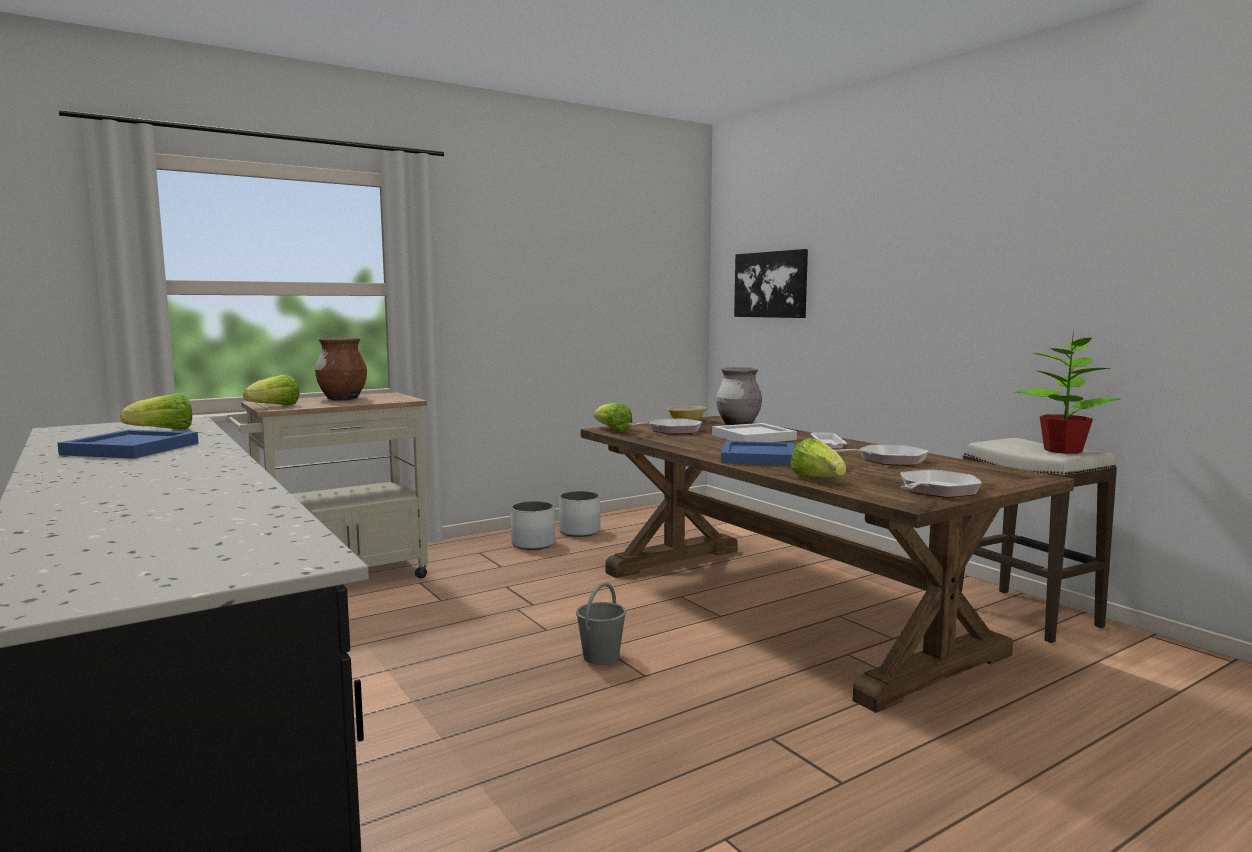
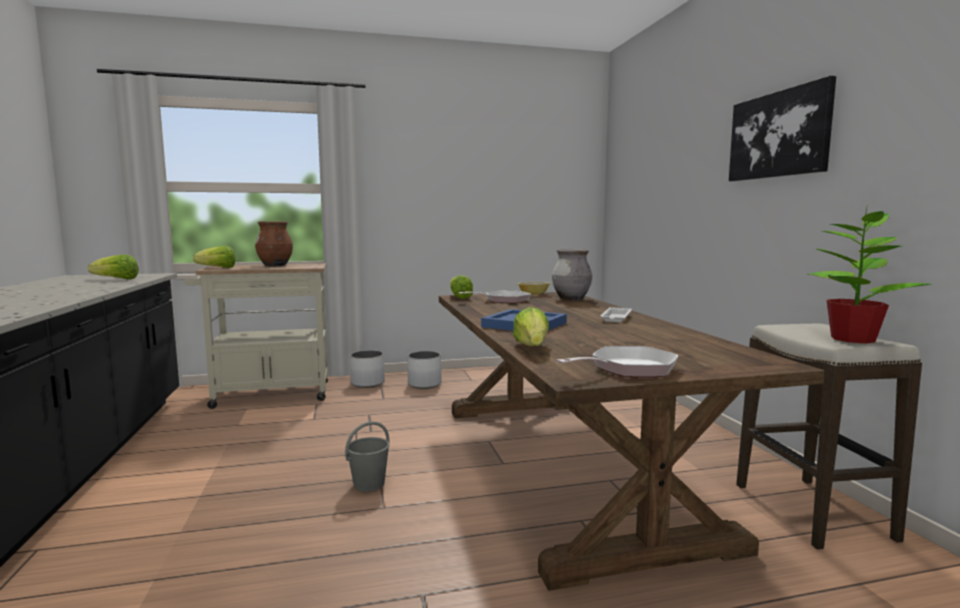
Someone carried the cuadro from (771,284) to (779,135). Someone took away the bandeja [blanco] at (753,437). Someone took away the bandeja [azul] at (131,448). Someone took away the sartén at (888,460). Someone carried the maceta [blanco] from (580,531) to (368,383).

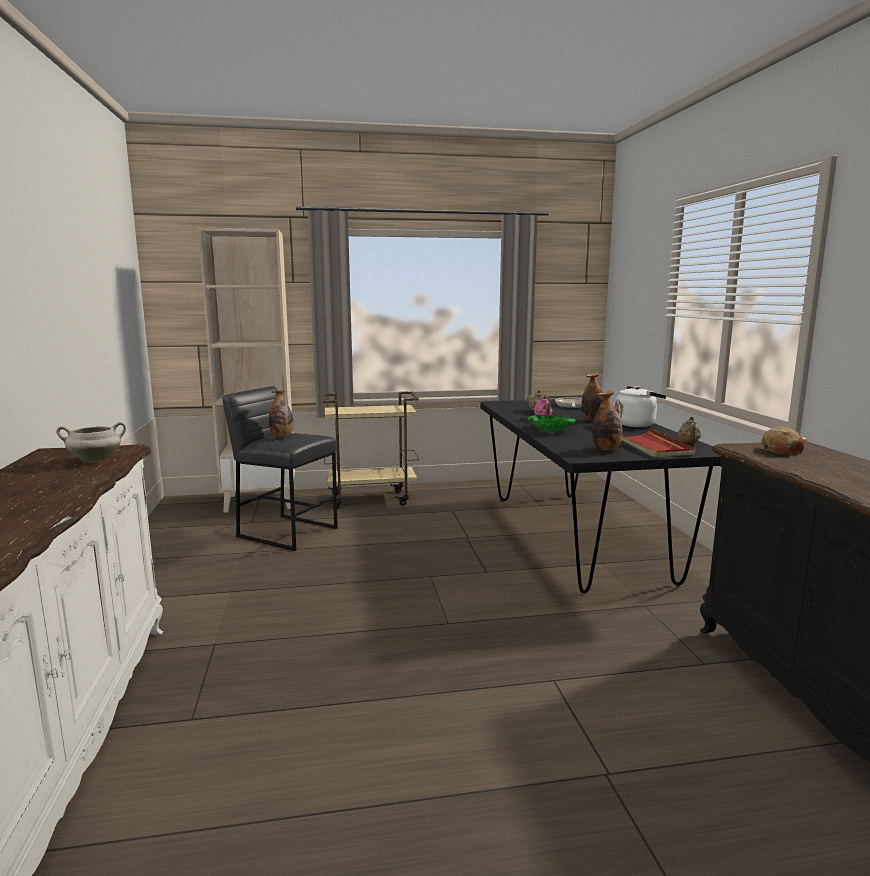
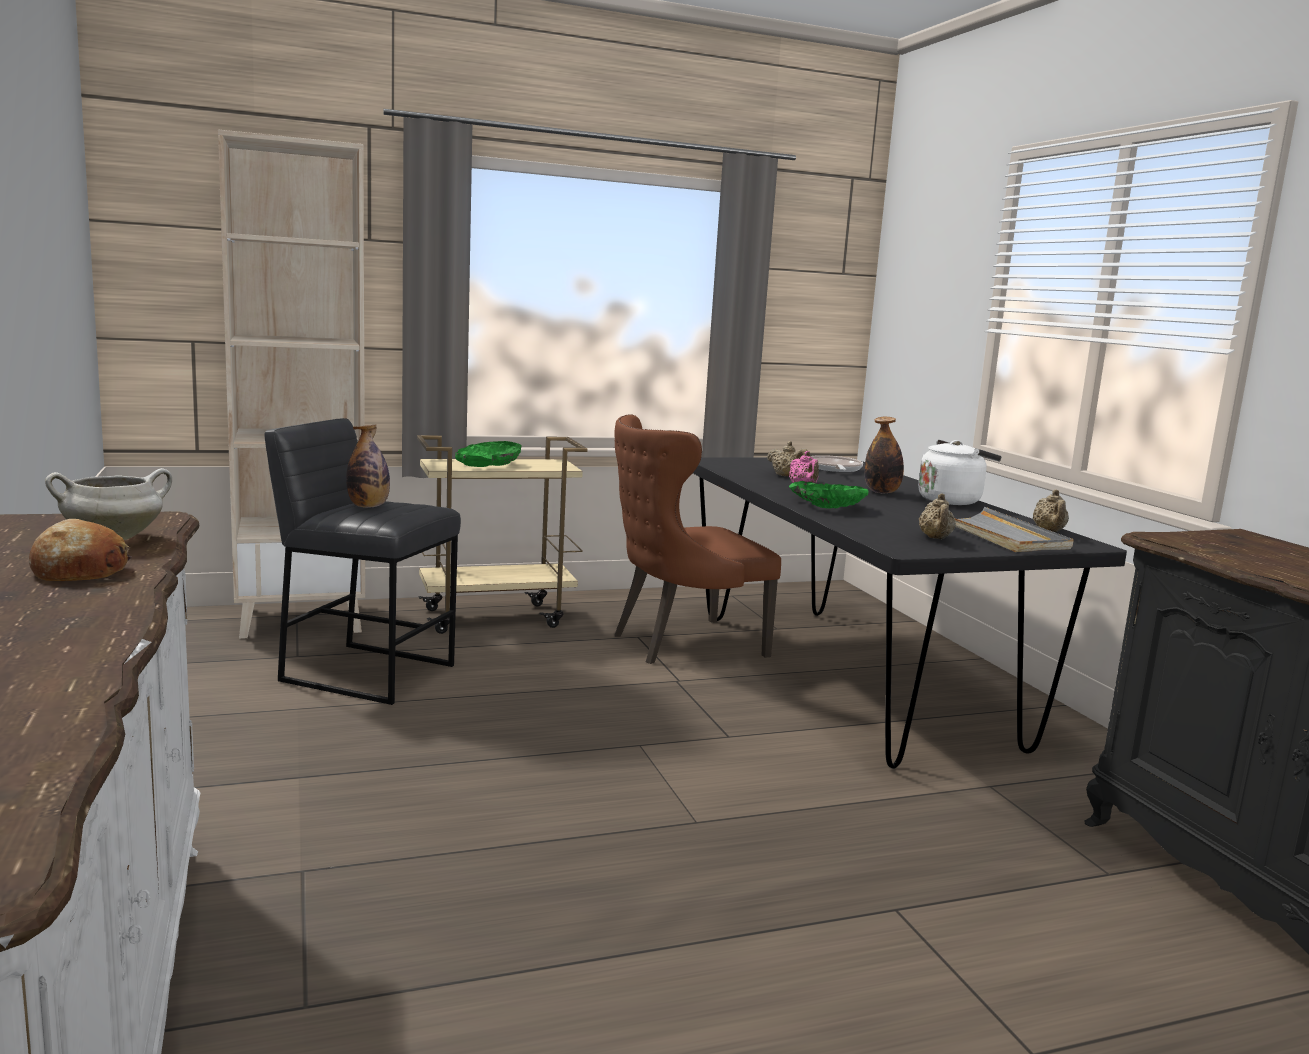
Someone swapped the botella at (606,449) for the tetera [beis] at (935,538). Someone carried the pan from (781,450) to (79,571). Someone repainted the bandeja [rojo] at (651,446), which became the bandeja [gris] at (997,535). Someone put down the silla [marrón] at (681,643). Someone put down the cuenco [verde] at (488,464).

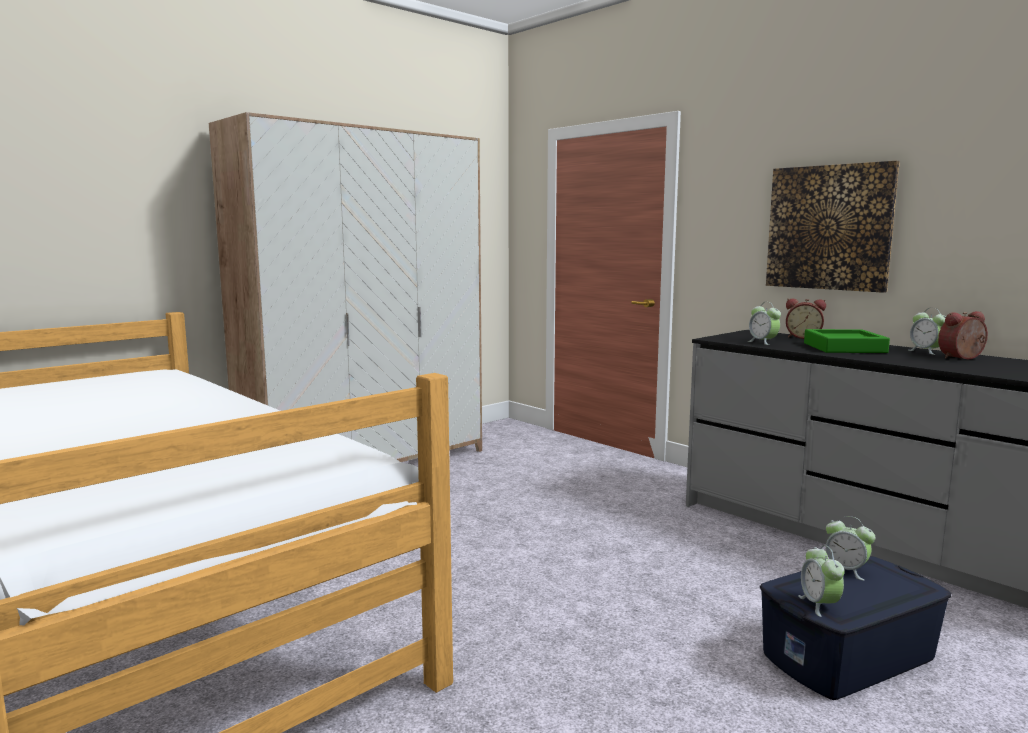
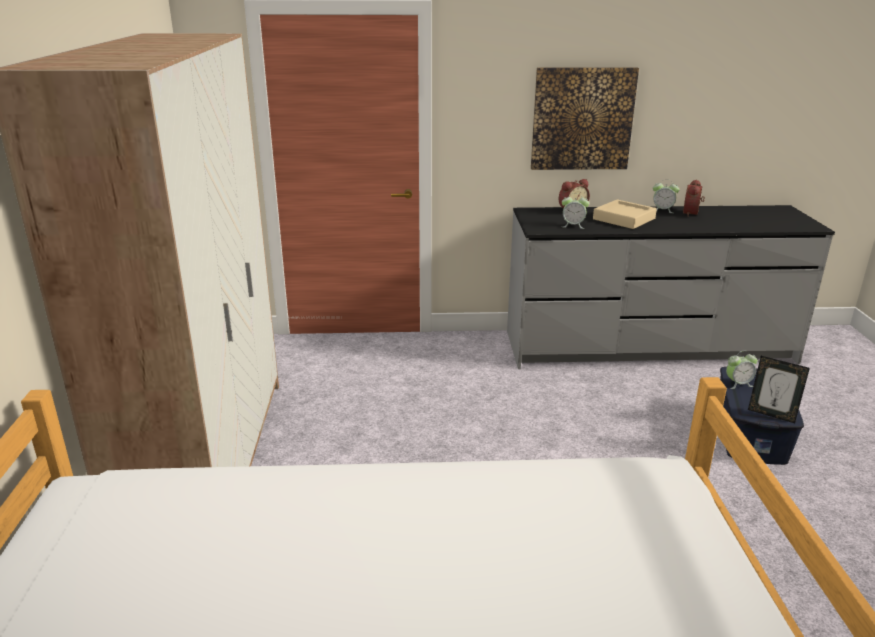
Someone repainted the bandeja [verde] at (844,348), which became the bandeja [beis] at (624,219). Someone swapped the despertador at (819,605) for the portarretratos at (771,414).

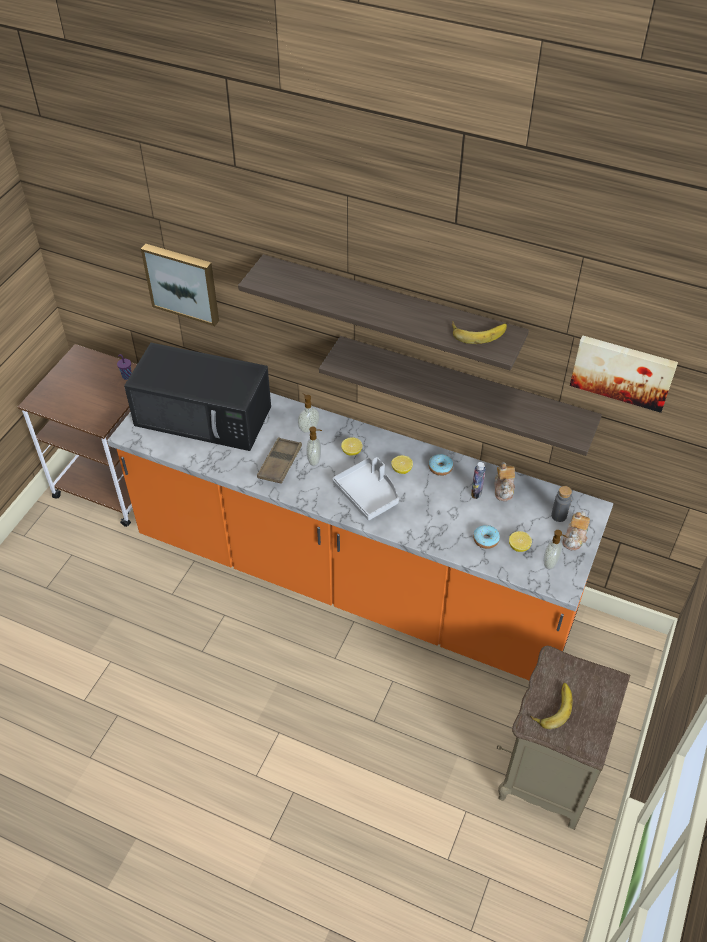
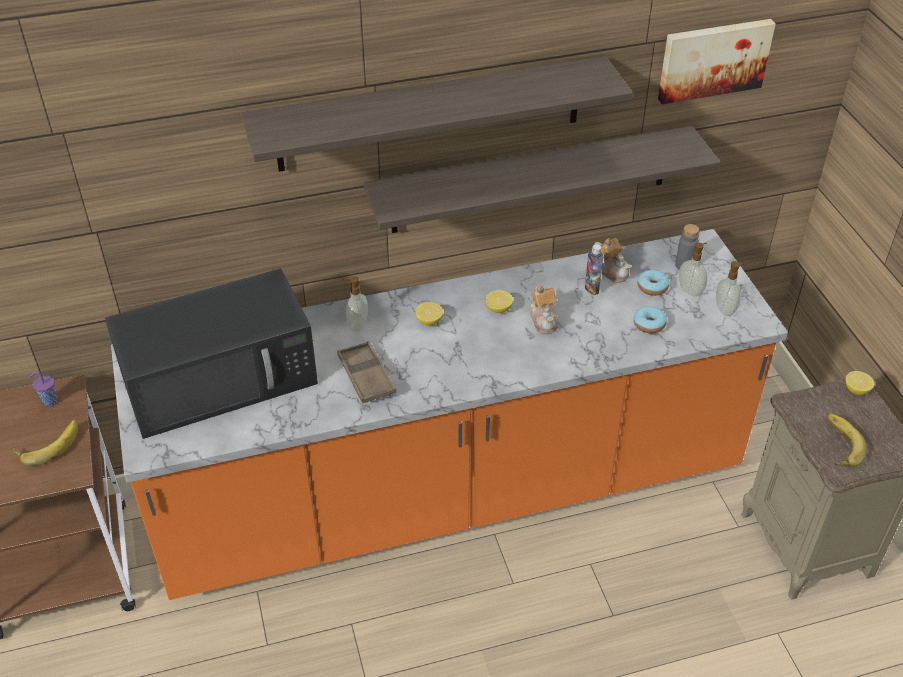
Someone took away the cuadro at (183,282). Someone carried the plátano from (478,332) to (48,444). Someone carried the dispensador de jabón from (315,460) to (690,290). Someone carried the rosquilla from (440,468) to (652,287). Someone took away the bandeja [gris] at (368,494). Someone carried the tetera from (575,538) to (544,320). Someone carried the limón from (519,546) to (856,390).

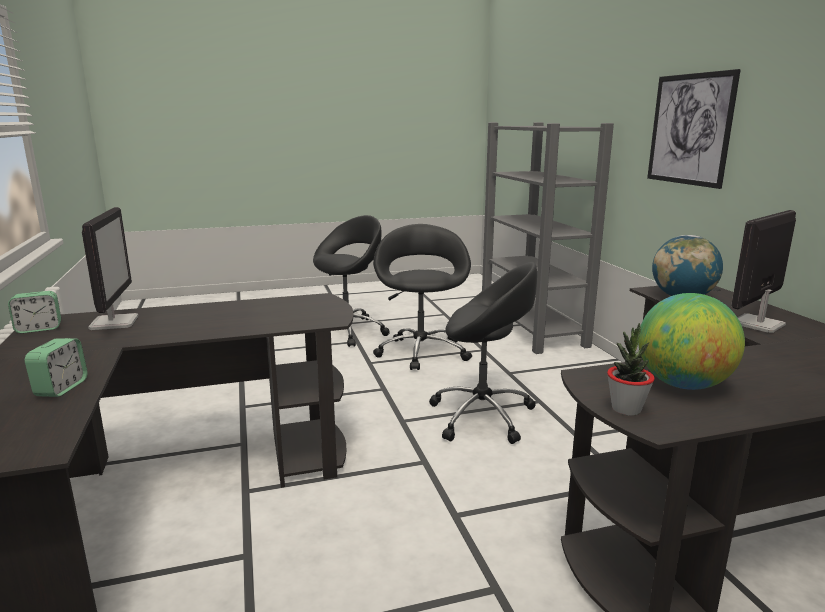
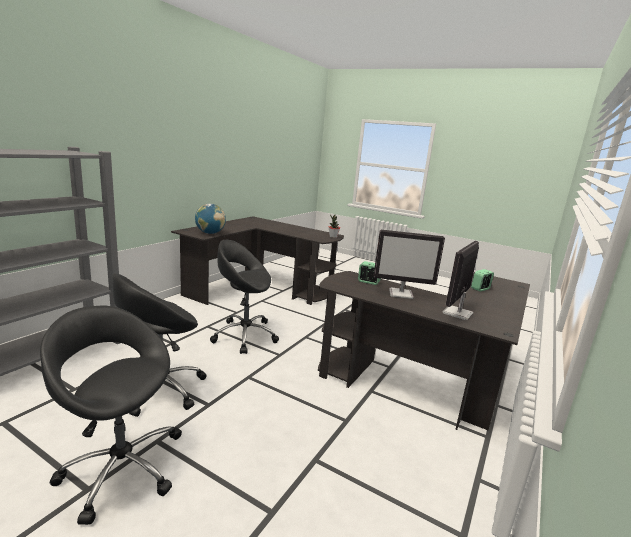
Someone took away the cuadro at (689,129). Someone carried the monitor from (757,324) to (401,294). Someone rotated the silla de oficina [negro] at (484,415) by 60 degrees counterclockwise. Someone carried the despertador from (39,329) to (368,282). Someone took away the globo terráqueo at (683,384).

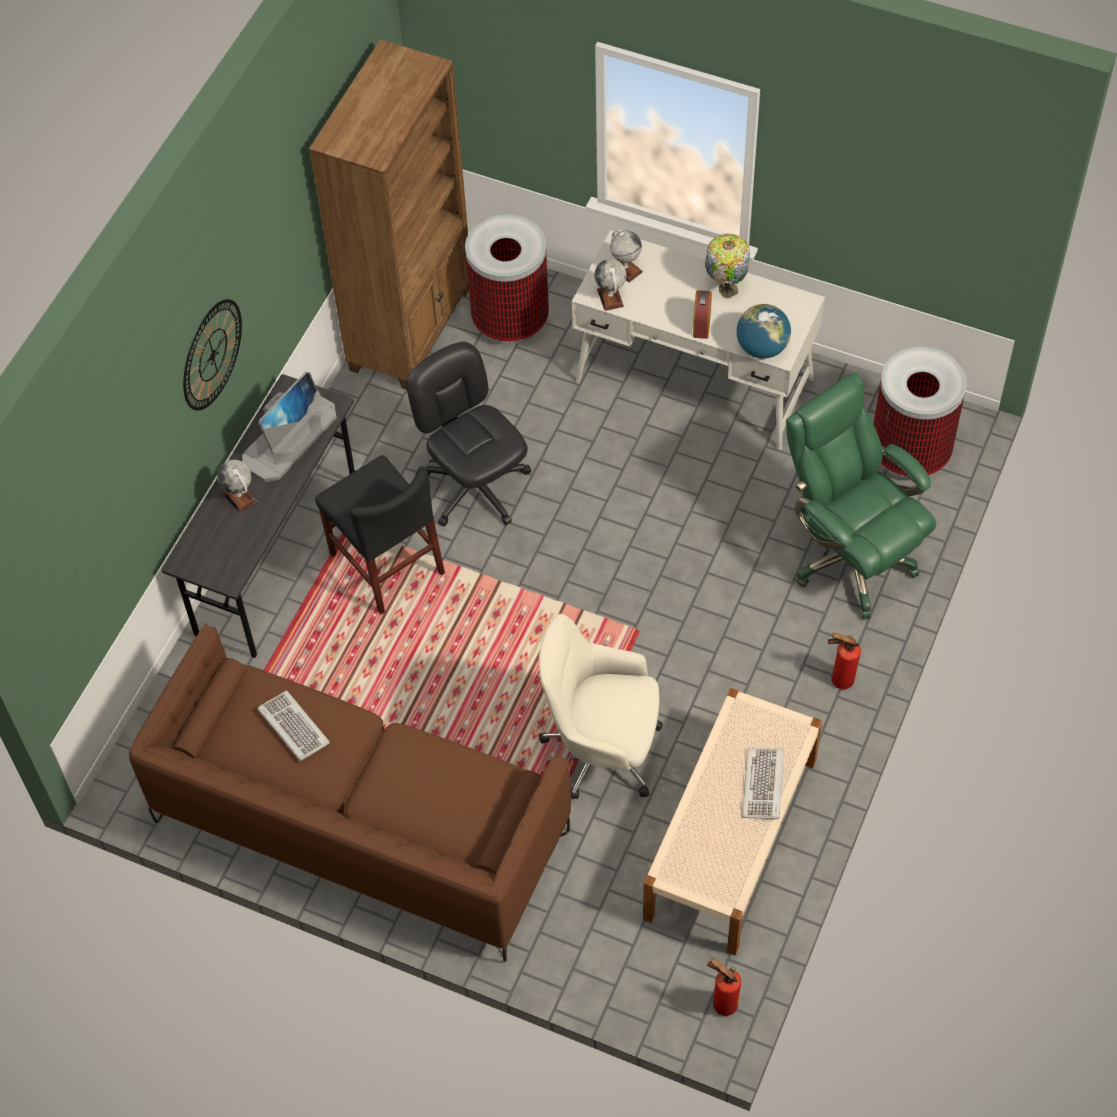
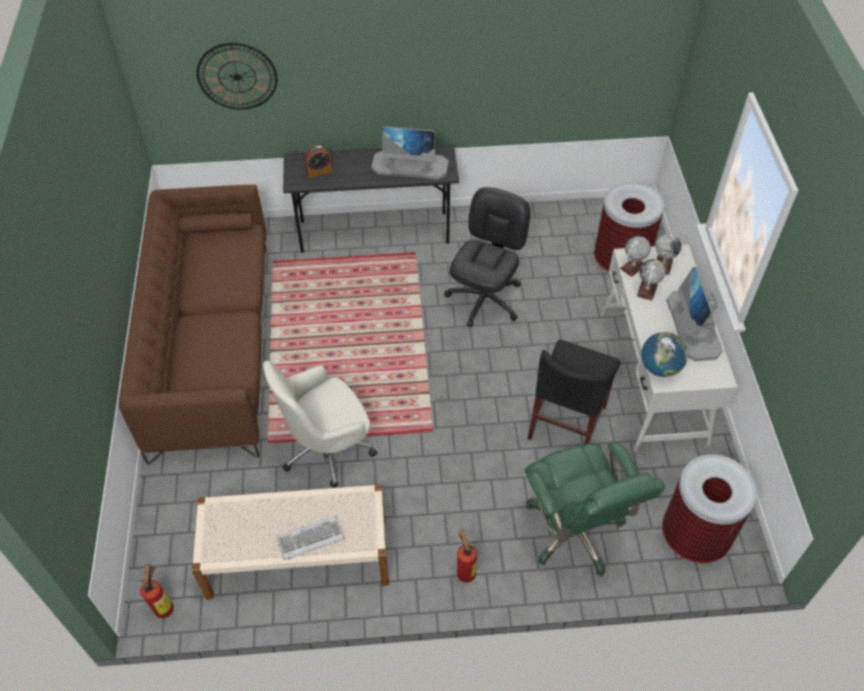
Someone took away the estantería [marrón] at (411,329). Someone swapped the lámpara de mesa at (726,289) for the monitor at (693,326). Someone carried the despertador from (701,324) to (319,171). Someone carried the reloj de pared from (212,354) to (237,76). Someone rotated the silla de oficina [verde] at (849,557) by 135 degrees clockwise. Someone carried the silla [negro] from (386,564) to (567,422). Someone carried the globo terráqueo from (239,497) to (647,290). Someone rotated the silla de oficina [beis] at (601,752) by 105 degrees counterclockwise. Someone took away the teclado at (292,727).

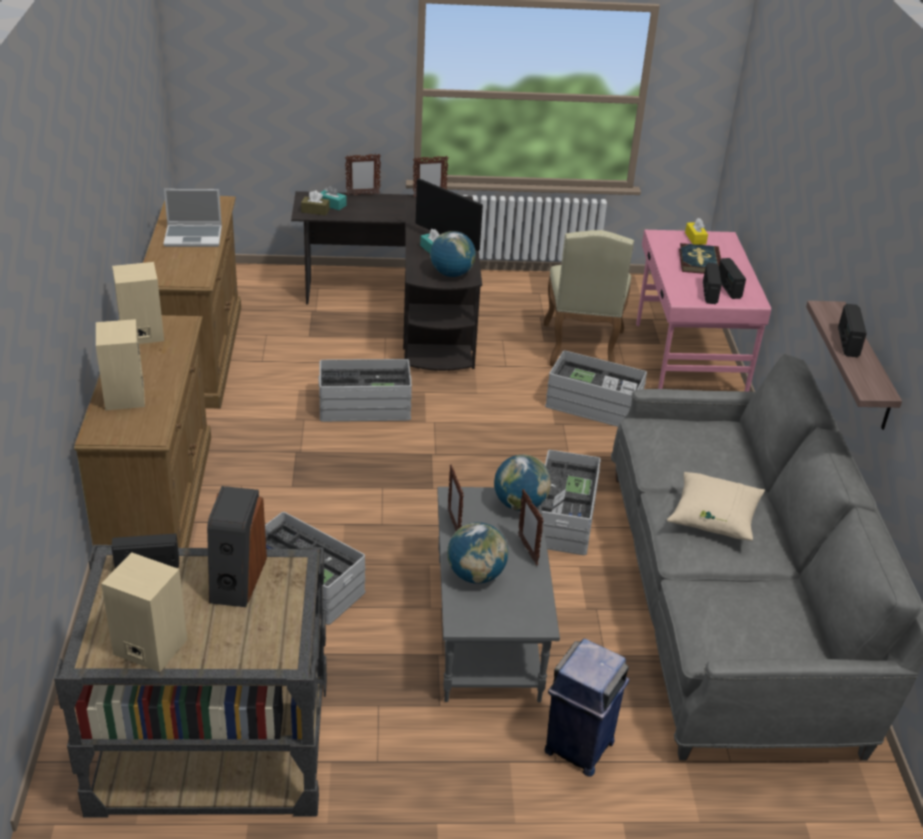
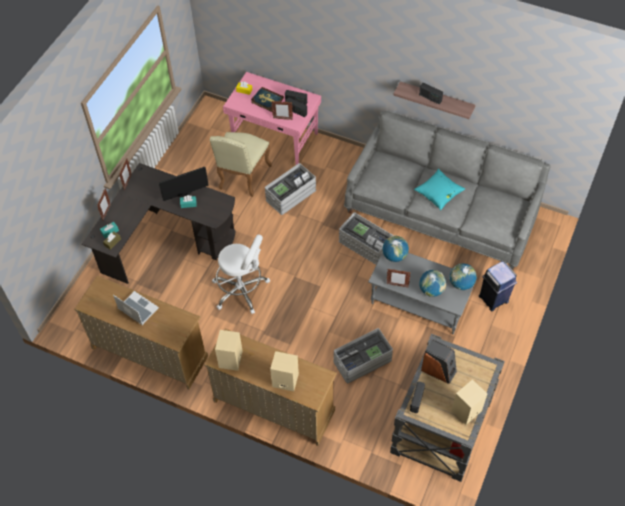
Someone rotated the portátil at (194,237) by 75 degrees counterclockwise. Someone rotated the silla [beis] at (582,349) by 75 degrees clockwise. Someone carried the globo terráqueo from (451,274) to (461,284). Someone swapped the caja de almacenaje [gris] at (364,407) for the taburete [blanco] at (241,290). Someone repainted the cojín [beis] at (713,517), which became the cojín [turquesa] at (438,193). Someone carried the portarretratos from (527,550) to (282,119).

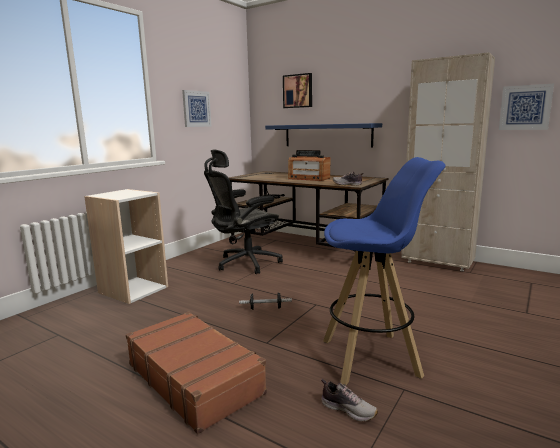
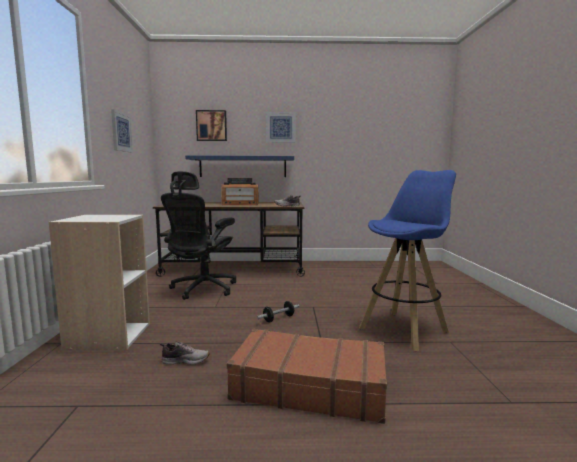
Someone took away the armario [beis] at (437,263). Someone carried the cuadro from (525,107) to (280,127). Someone carried the zapato from (348,409) to (185,360).

